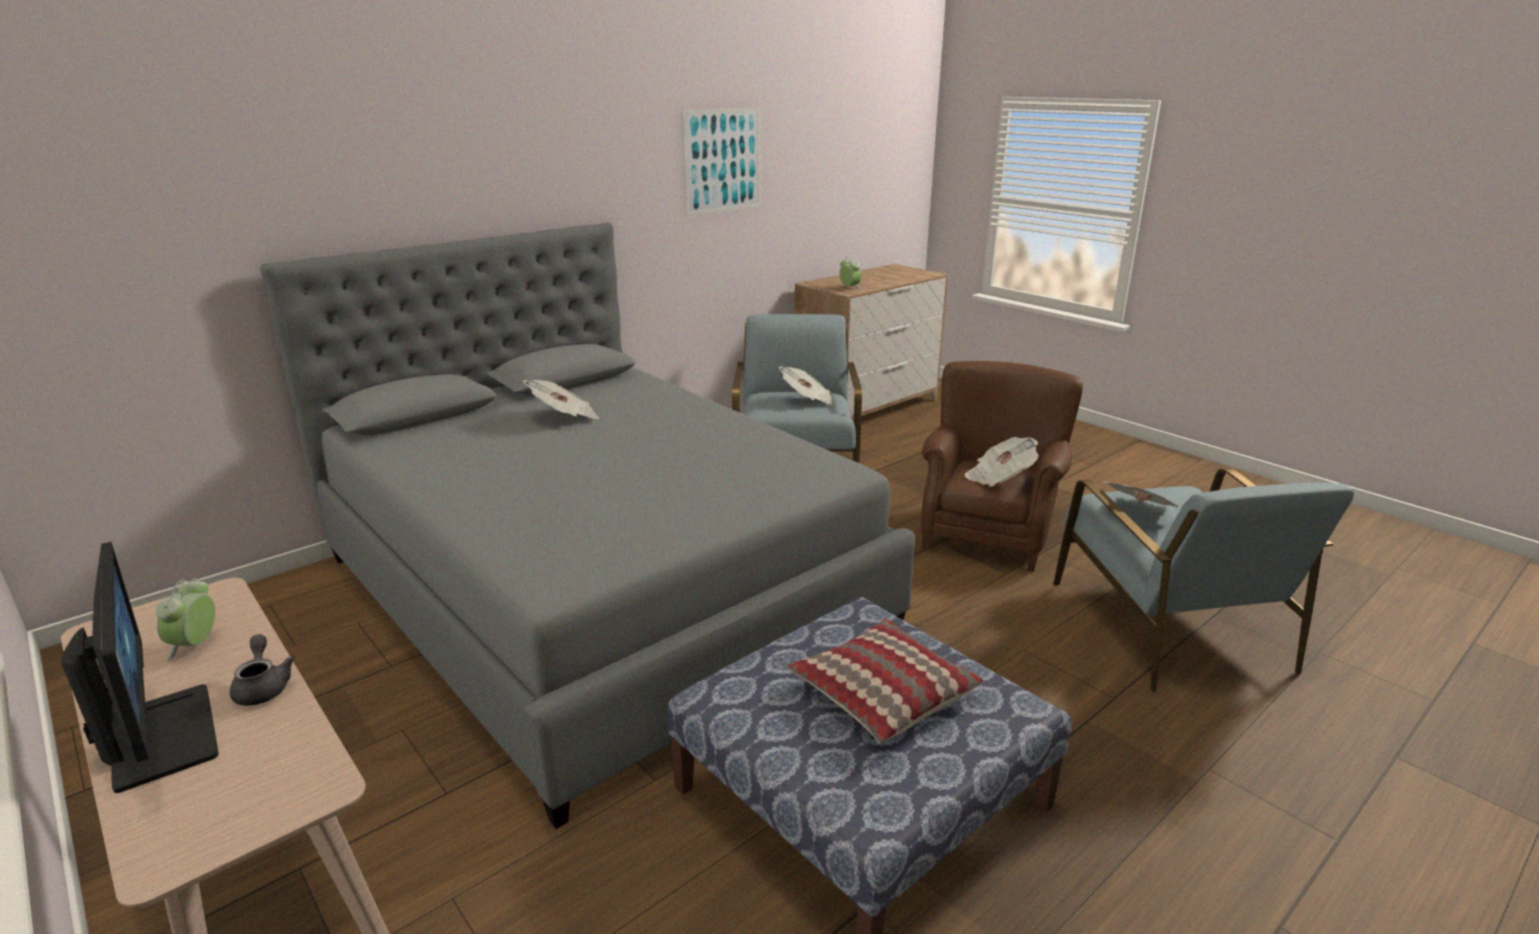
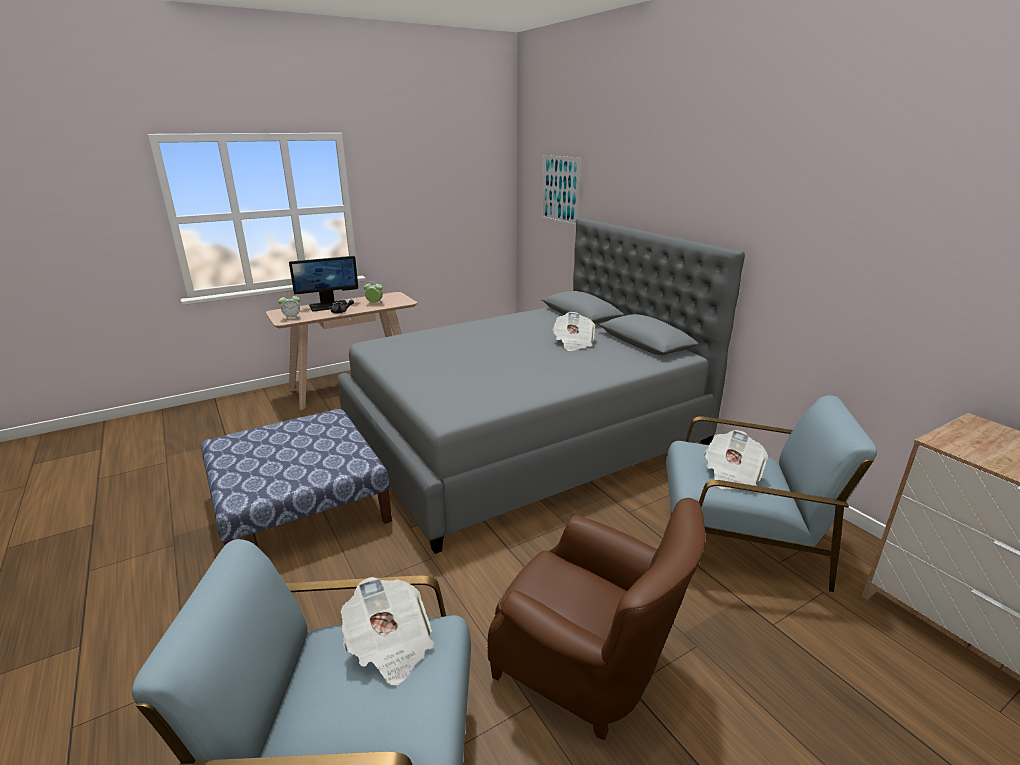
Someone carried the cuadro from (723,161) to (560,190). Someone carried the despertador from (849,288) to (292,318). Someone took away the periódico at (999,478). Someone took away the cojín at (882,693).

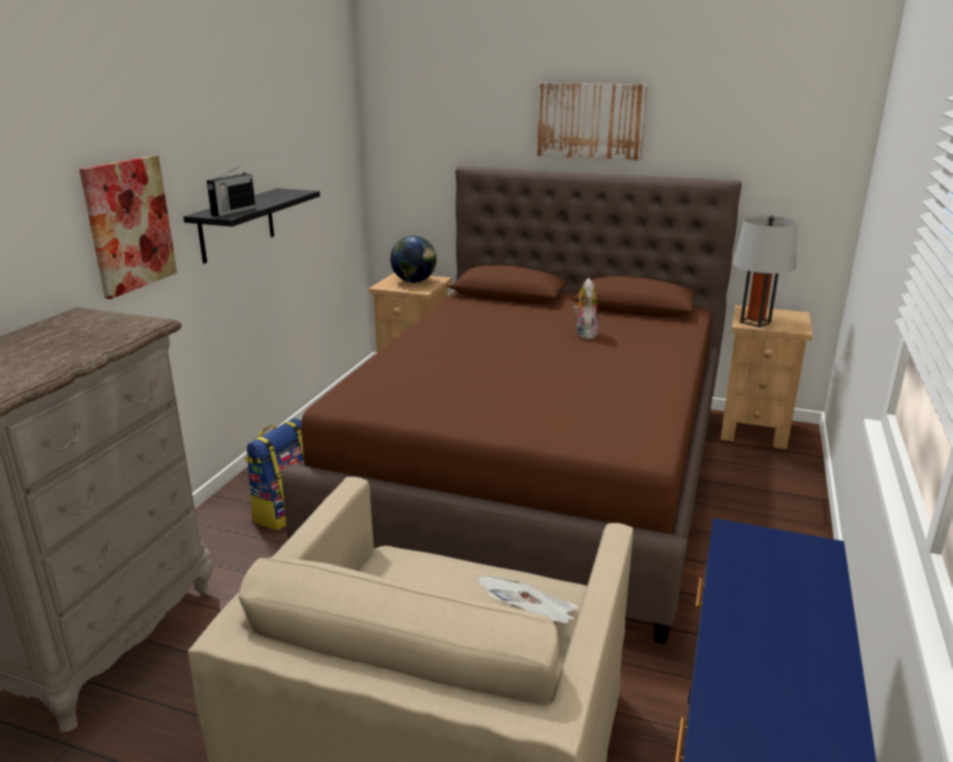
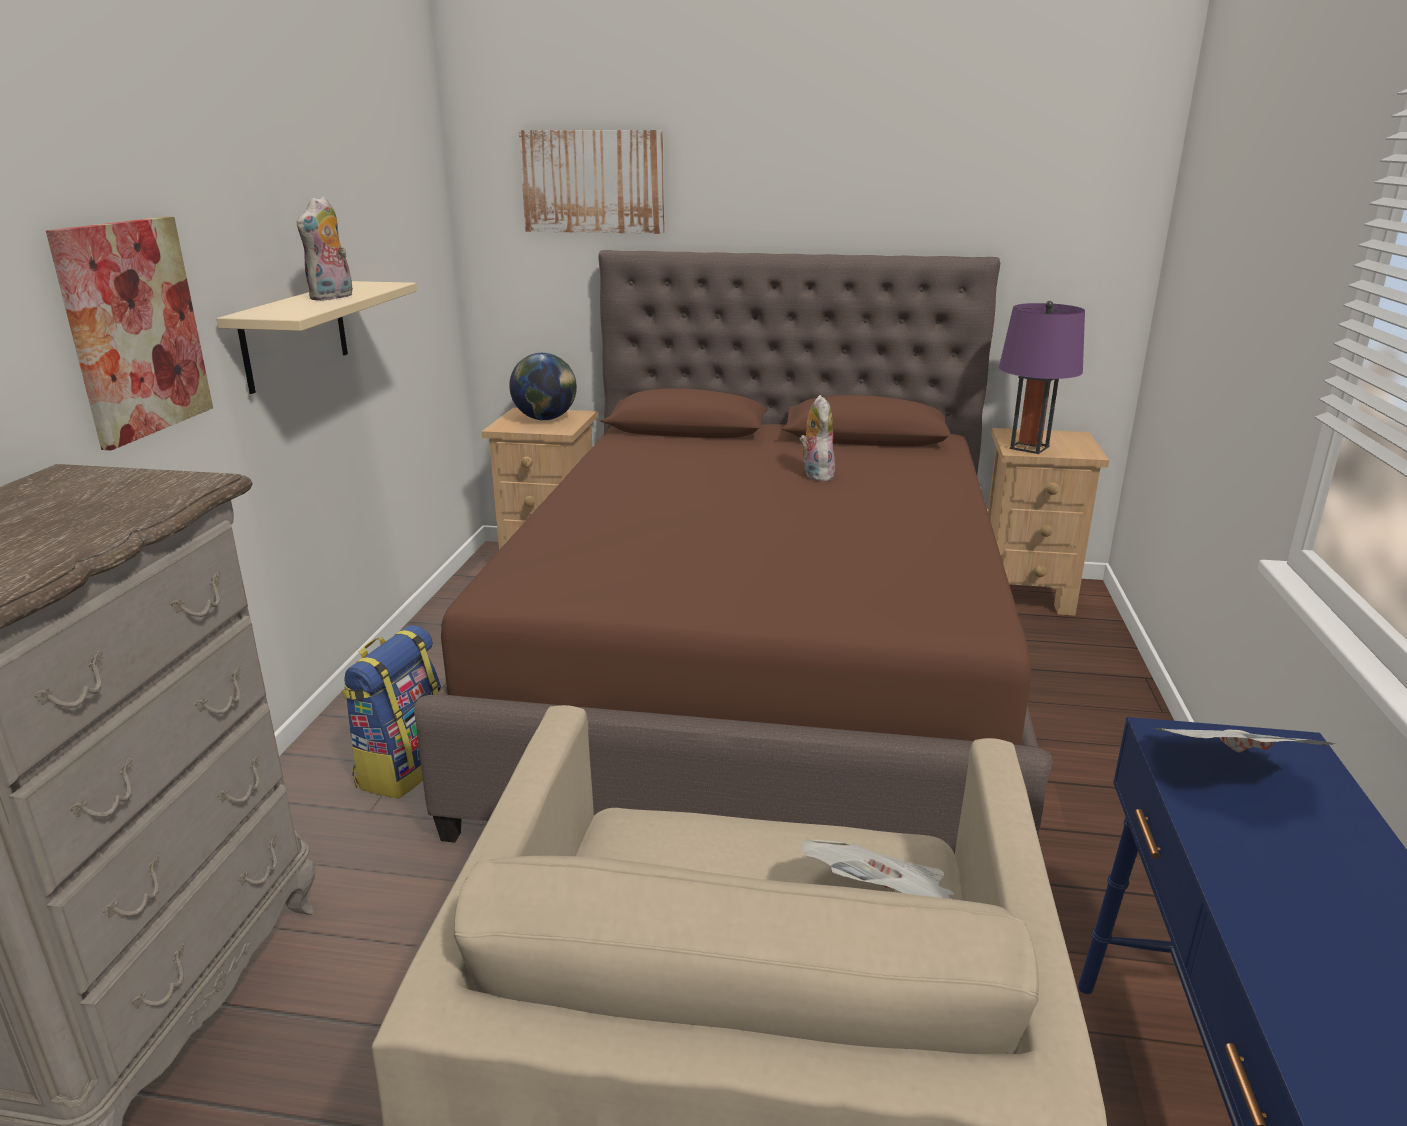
Someone carried the cuadro from (590,121) to (593,182). Someone took away the radio at (233,211). Someone repainted the estante [negro] at (237,225), which became the estante [beis] at (295,335). Someone repainted the lámpara de mesa [gris] at (755,322), which became the lámpara de mesa [morado] at (1029,448). Someone put down the peluche at (332,297). Someone put down the periódico at (1228,772).

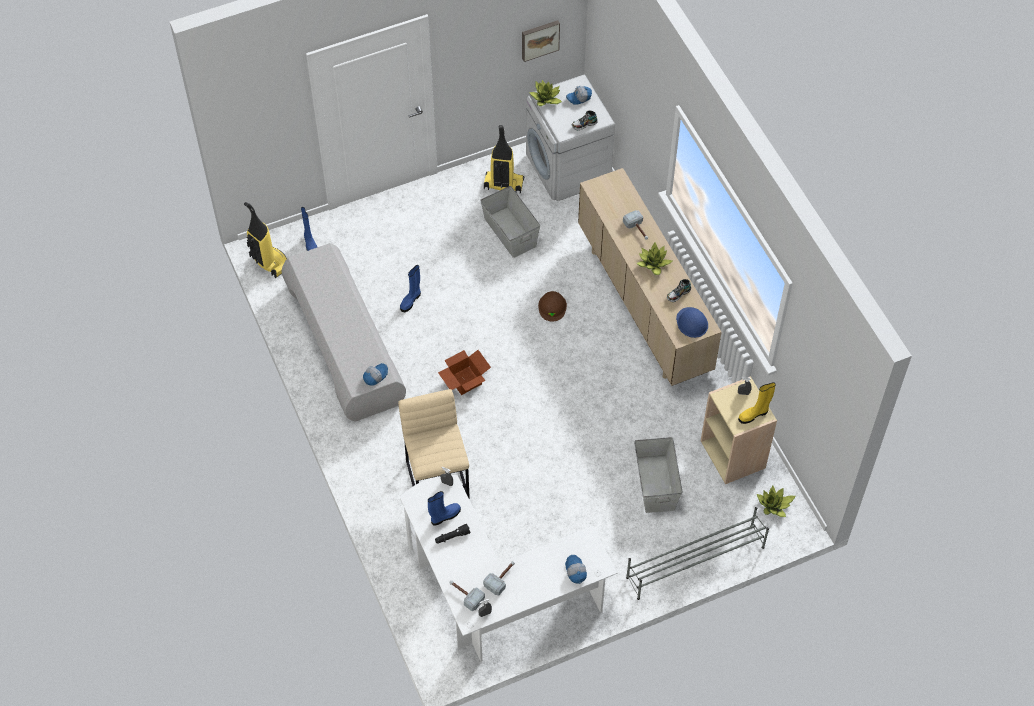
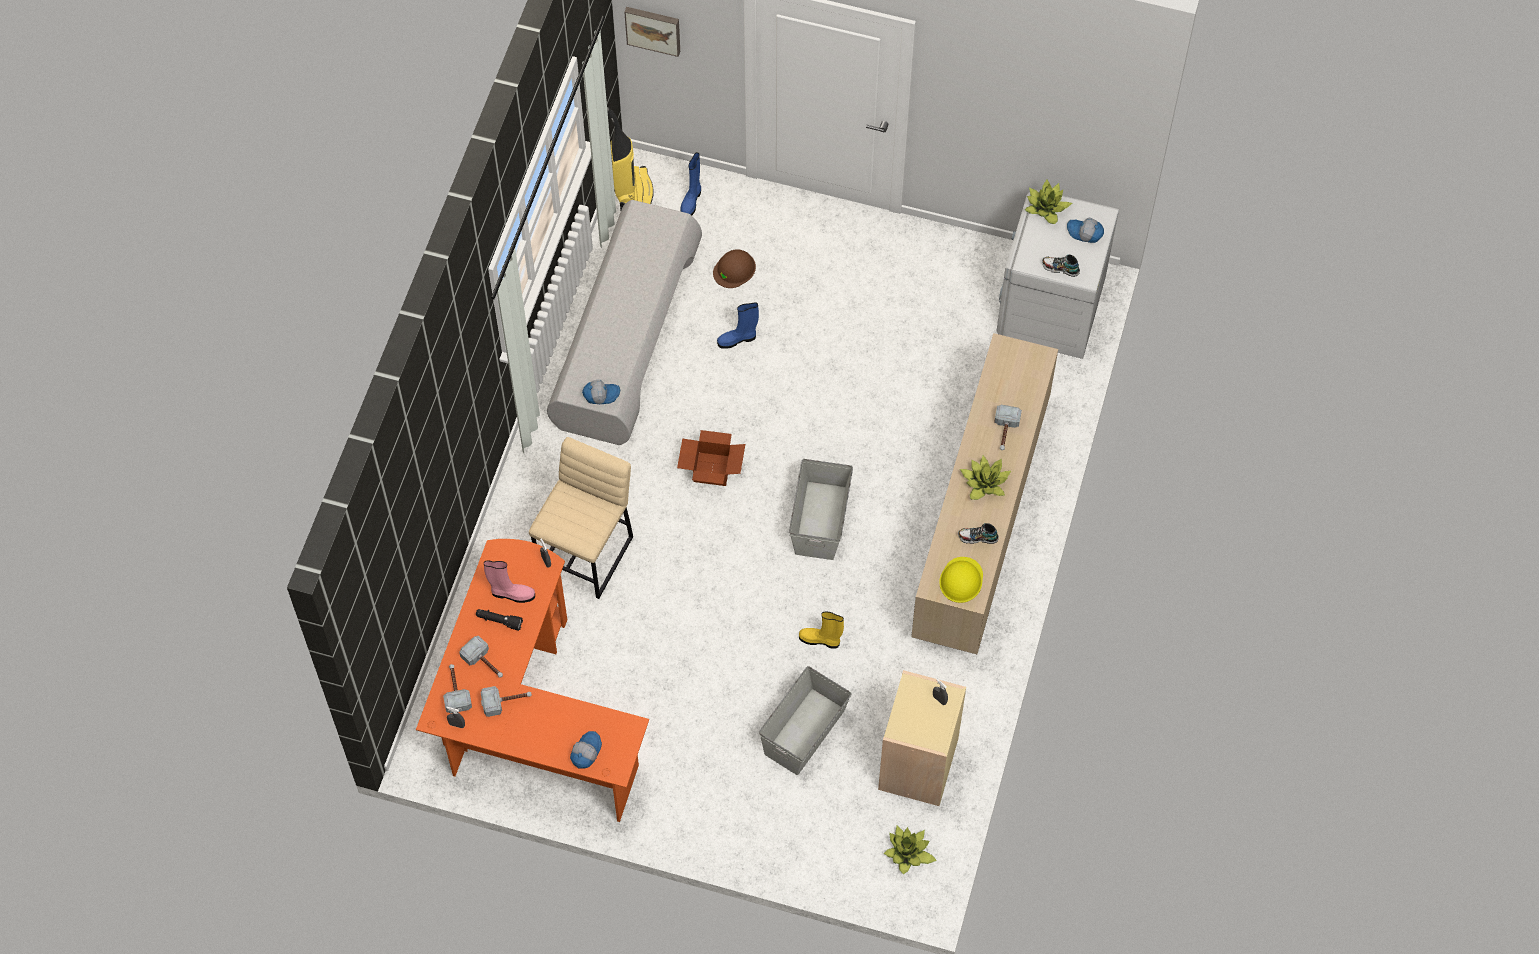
Someone carried the cuadro from (539,39) to (653,29). Someone took away the aspiradora at (503,184). Someone carried the caja de almacenaje [gris] from (510,232) to (819,520). Someone carried the casco [marrón] from (552,306) to (734,269). Someone repainted the casco [azul] at (692,322), which became the casco [amarillo] at (961,580). Someone carried the bota [amarillo] from (754,414) to (820,640). Someone repainted the escritorio [blanco] at (494,596), which became the escritorio [naranja] at (528,720). Someone repainted the bota [azul] at (444,516), which became the bota [rosa] at (512,594). Someone took away the zapatero [gris] at (694,562). Someone put down the martillo at (485,663).

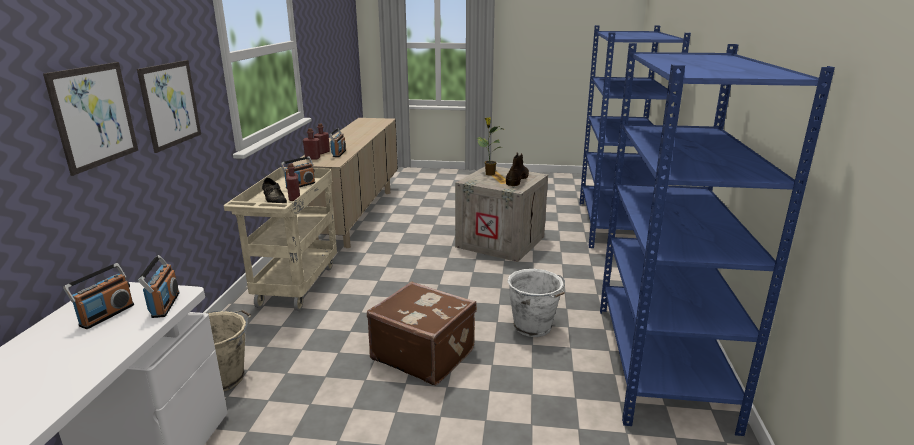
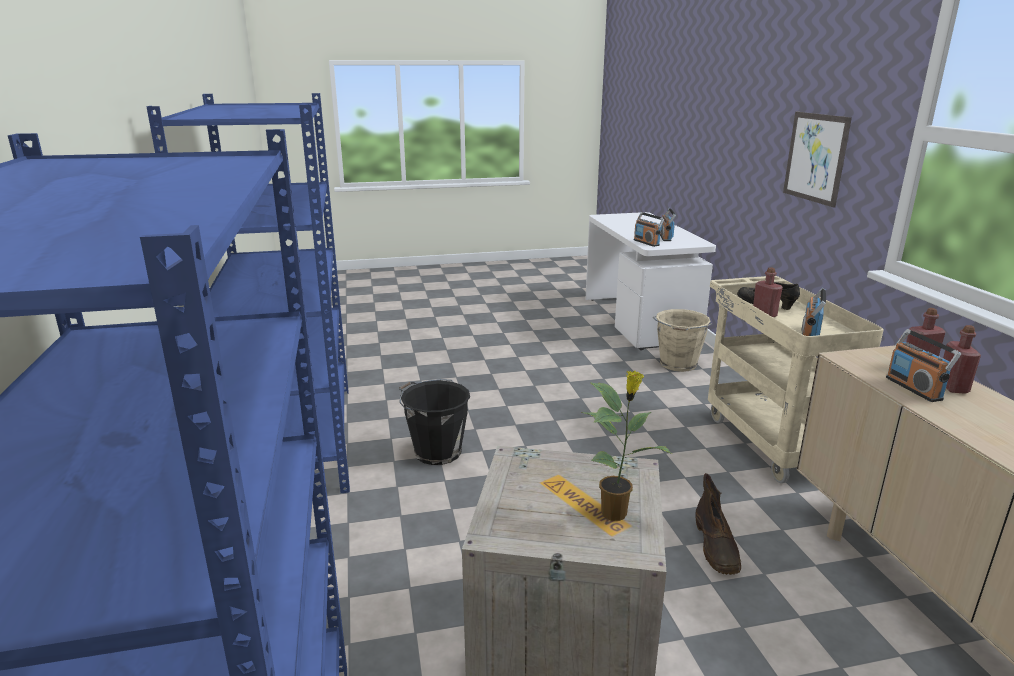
Someone took away the cuadro at (94,116). Someone carried the bota [marrón] from (517,179) to (716,547). Someone repainted the cubo [blanco] at (533,327), which became the cubo [negro] at (436,451). Someone took away the maleta [marrón] at (423,354).

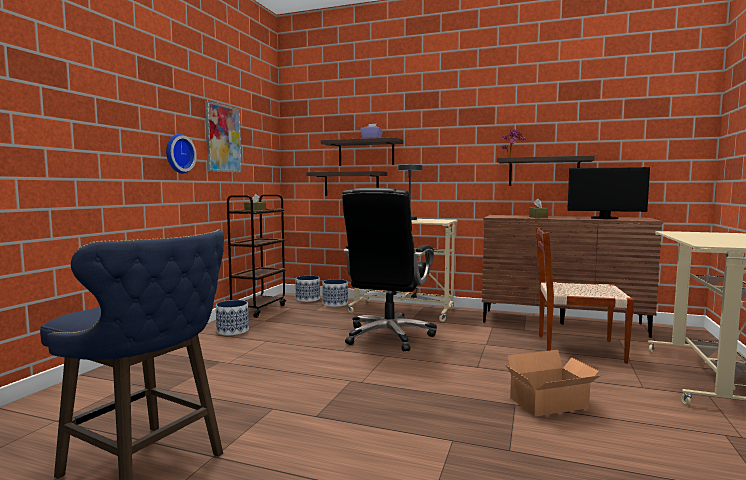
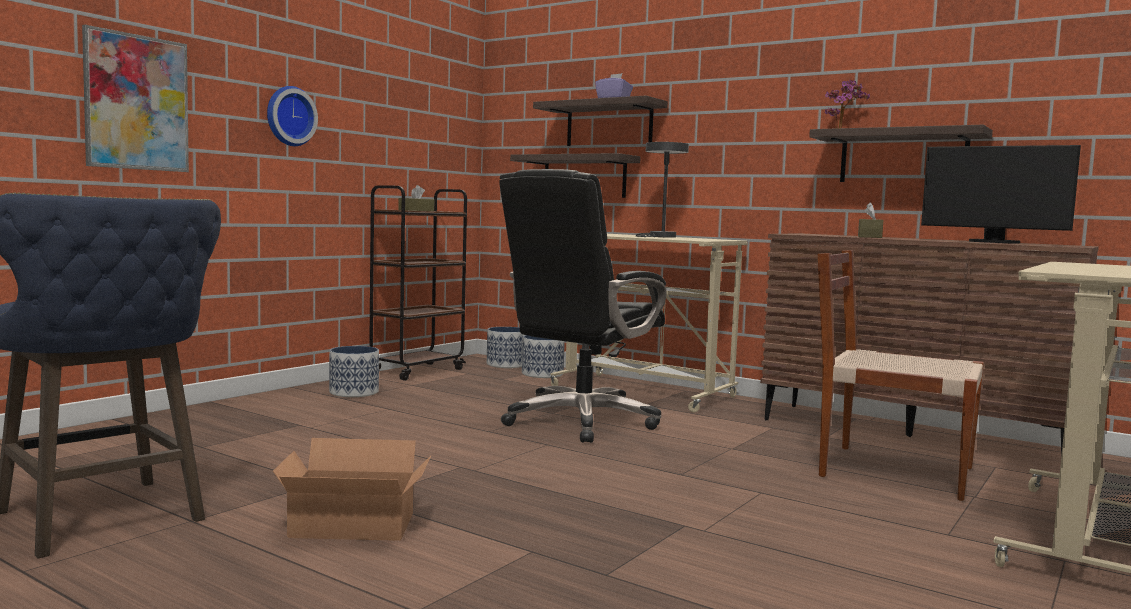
Someone carried the cuadro from (223,138) to (136,102). Someone carried the caja de cartón from (552,404) to (354,527).

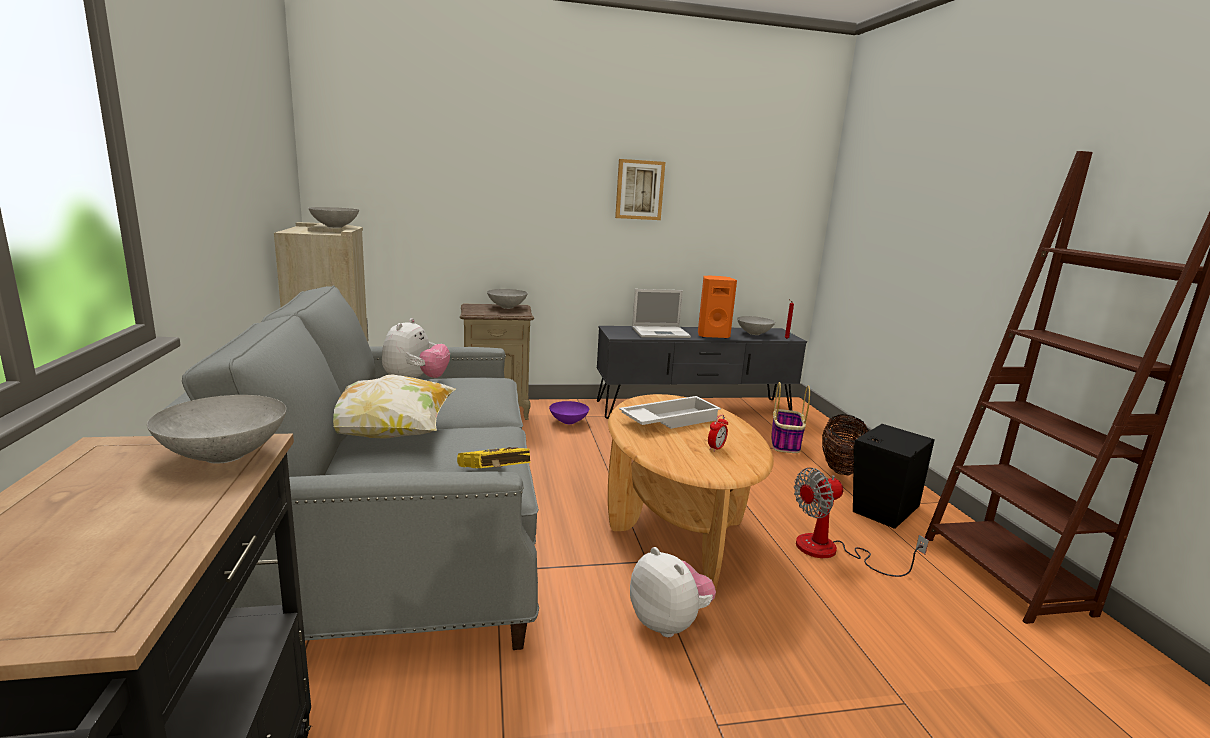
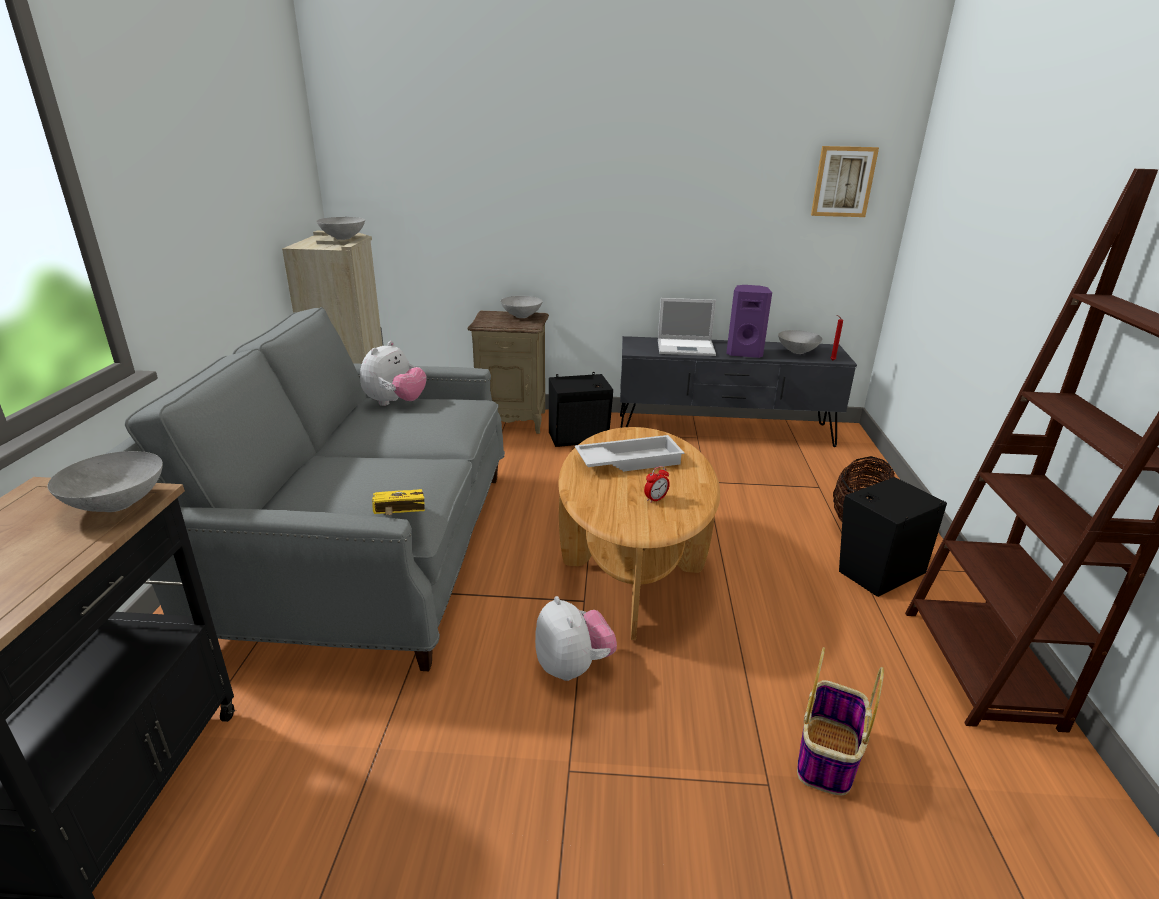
Someone carried the cuadro from (639,190) to (843,181). Someone repainted the altavoz [naranja] at (712,335), which became the altavoz [morado] at (744,353). Someone took away the cojín at (389,434). Someone carried the cesta from (785,444) to (827,757). Someone swapped the cuenco [morado] at (569,421) for the altavoz [negro] at (580,438). Someone took away the ventilador at (831,551).

